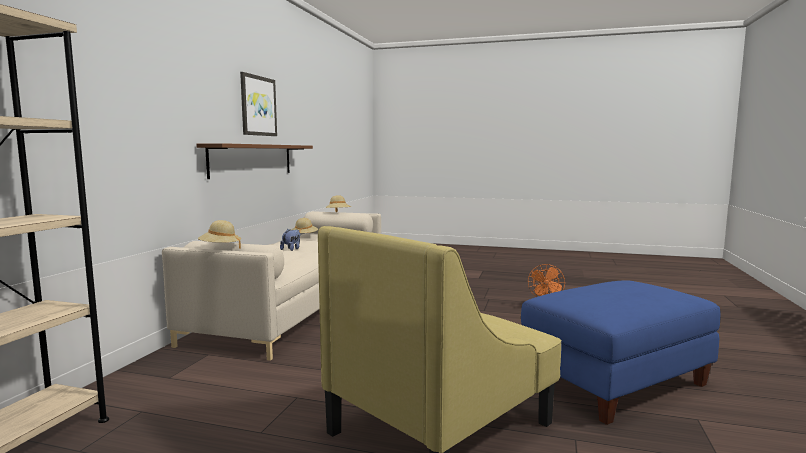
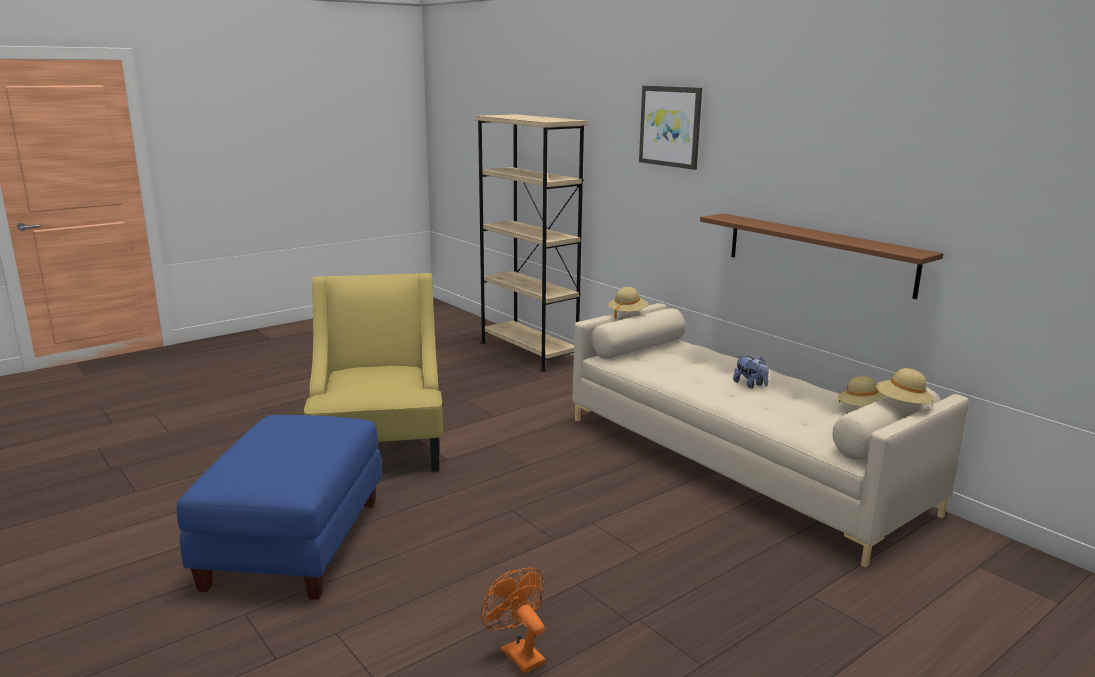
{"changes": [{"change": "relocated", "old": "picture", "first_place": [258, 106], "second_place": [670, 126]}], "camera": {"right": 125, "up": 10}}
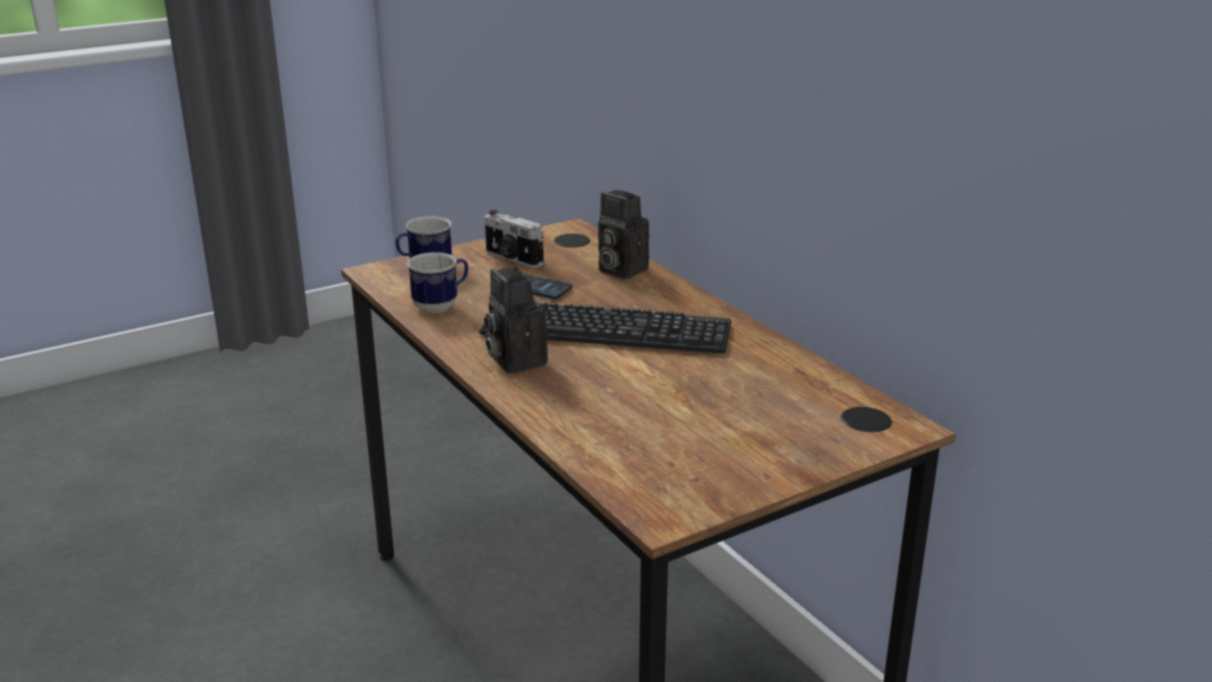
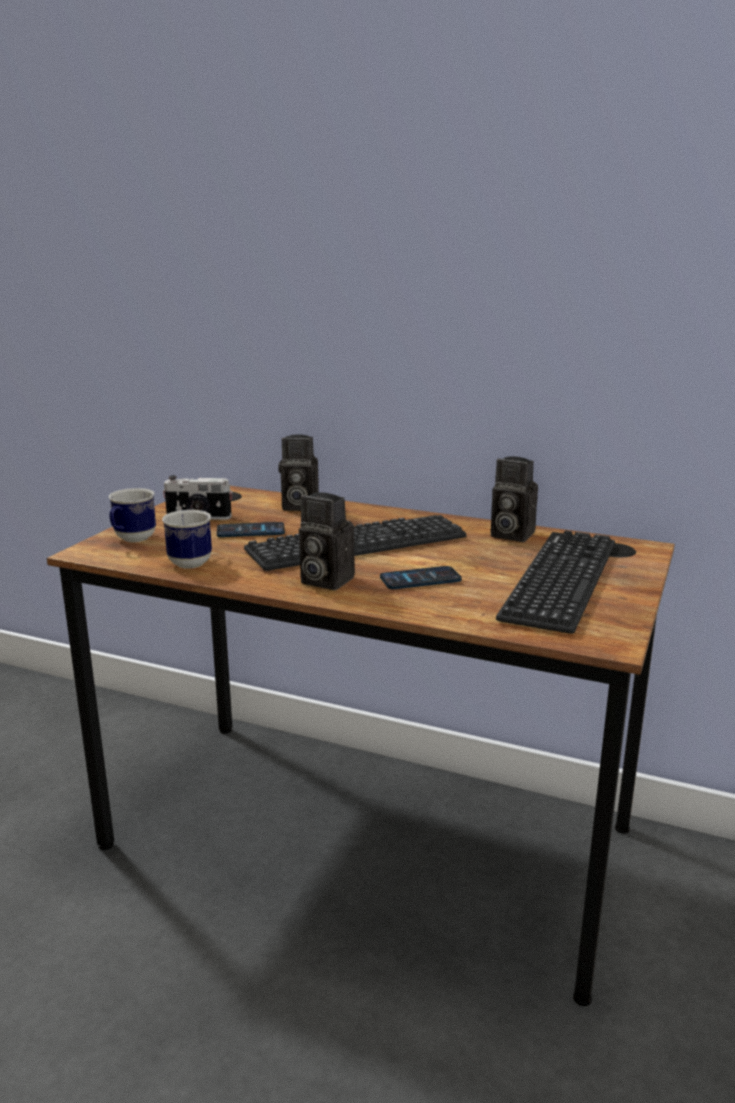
{"changes": [{"change": "appeared", "new": "telephone", "second_place": [420, 579]}, {"change": "appeared", "new": "still_camera", "second_place": [509, 534]}, {"change": "appeared", "new": "keyboard", "second_place": [561, 580]}], "camera": {"right": -35, "up": -5}}
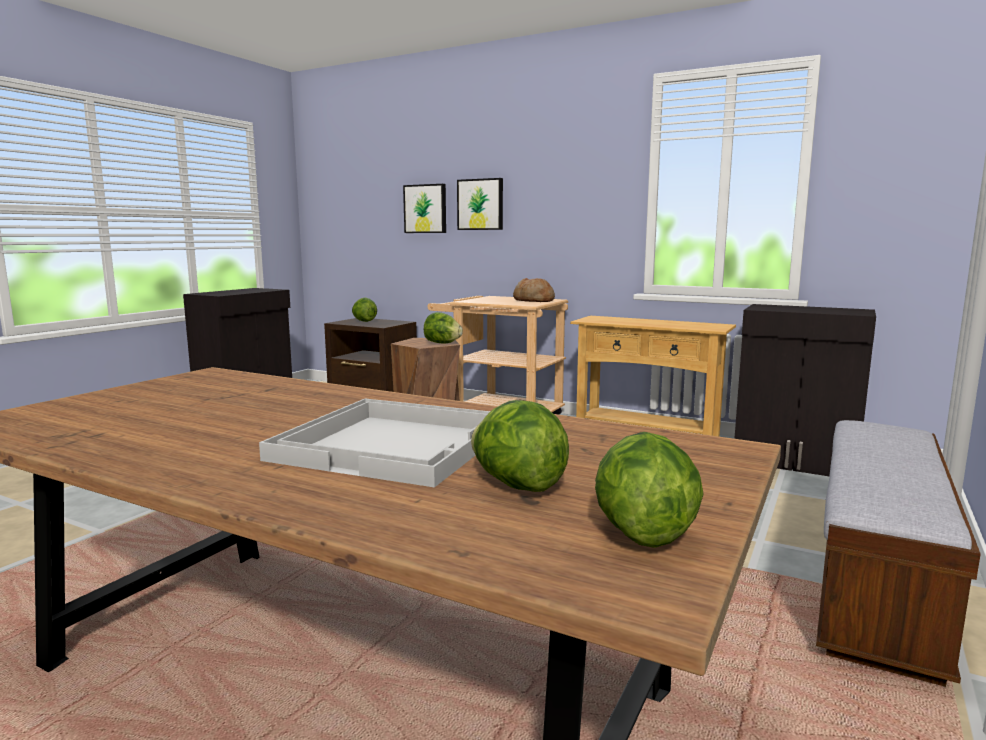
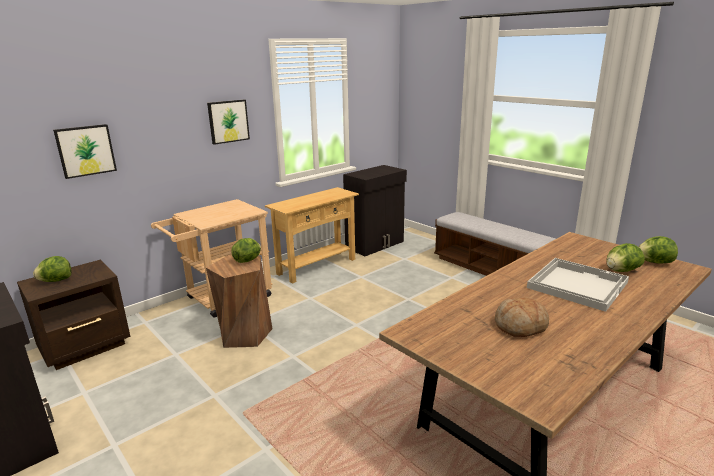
{"changes": [{"change": "relocated", "old": "picture", "first_place": [481, 204], "second_place": [228, 121]}, {"change": "relocated", "old": "bread", "first_place": [533, 300], "second_place": [521, 326]}], "camera": {"right": -70, "up": 10}}
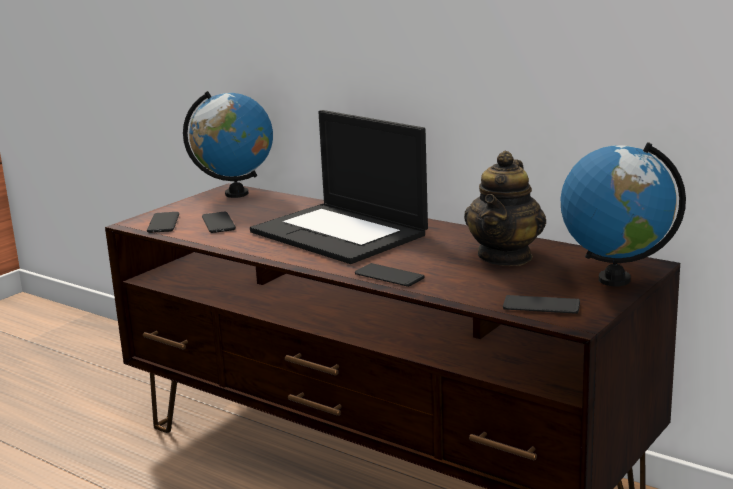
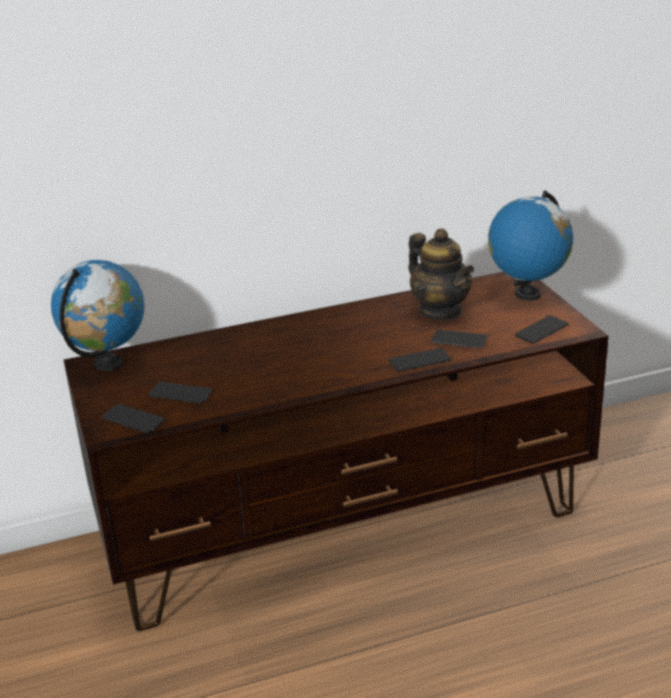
{"changes": [{"change": "missing", "old": "notebook_computer", "first_place": [341, 233]}, {"change": "appeared", "new": "telephone", "second_place": [459, 340]}], "camera": {"right": -55, "up": 10}}
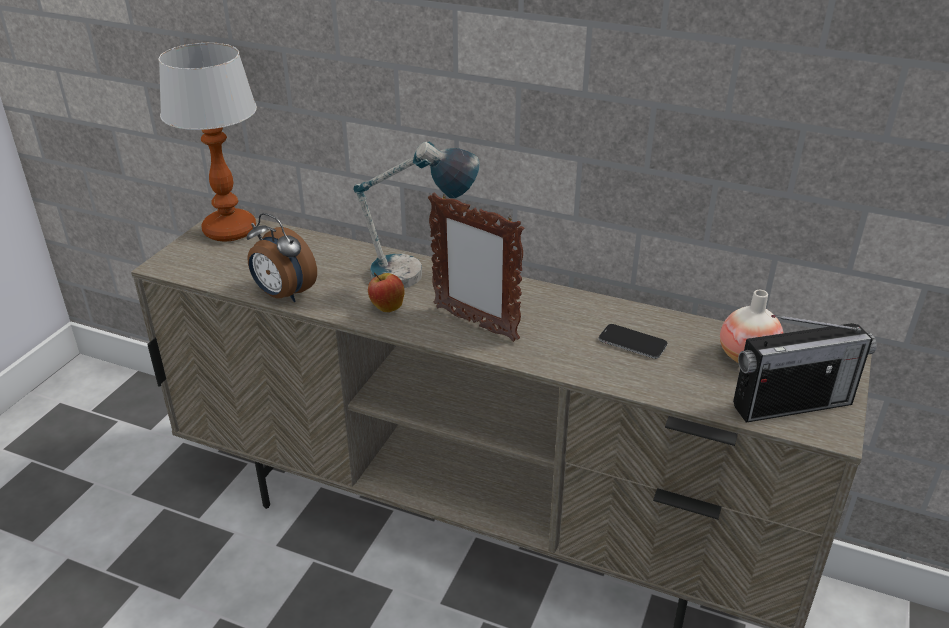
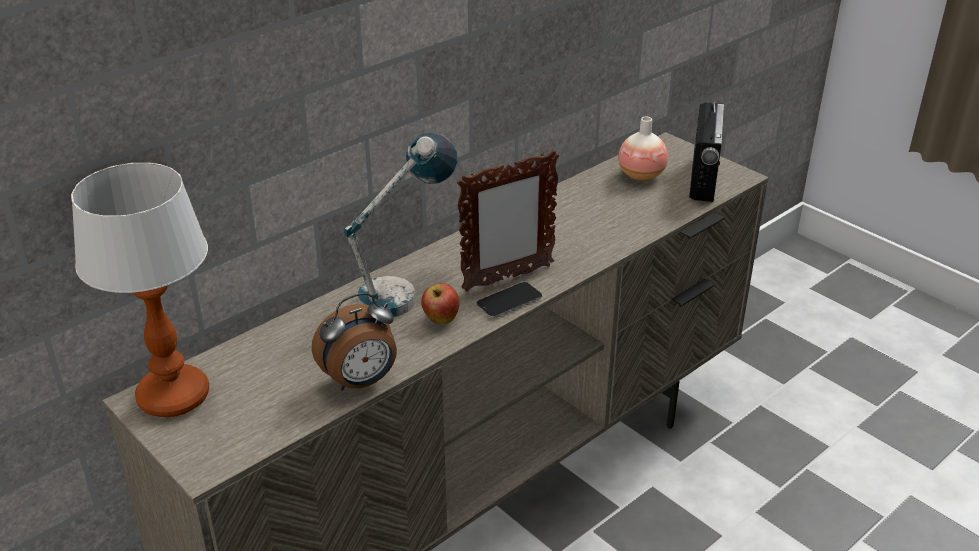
{"changes": [{"change": "relocated", "old": "telephone", "first_place": [632, 342], "second_place": [509, 301]}], "camera": {"right": -65, "up": 0}}
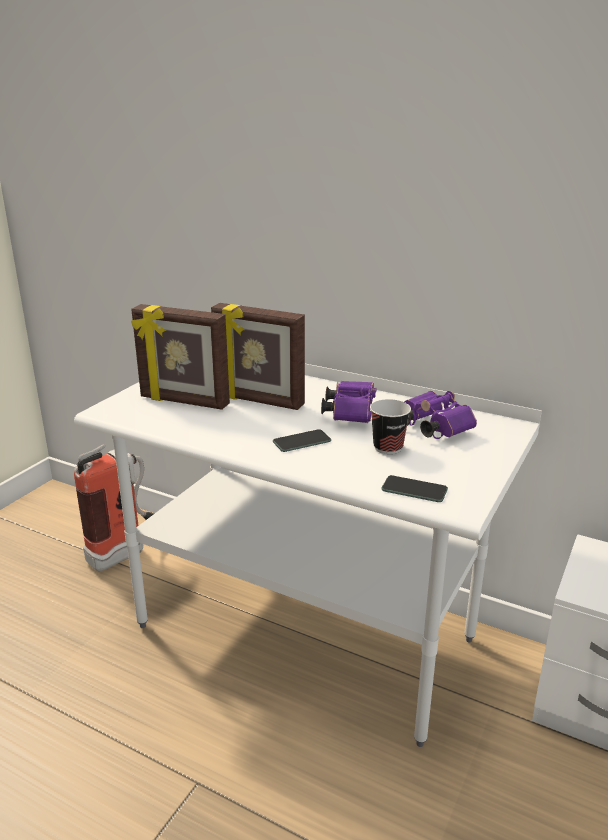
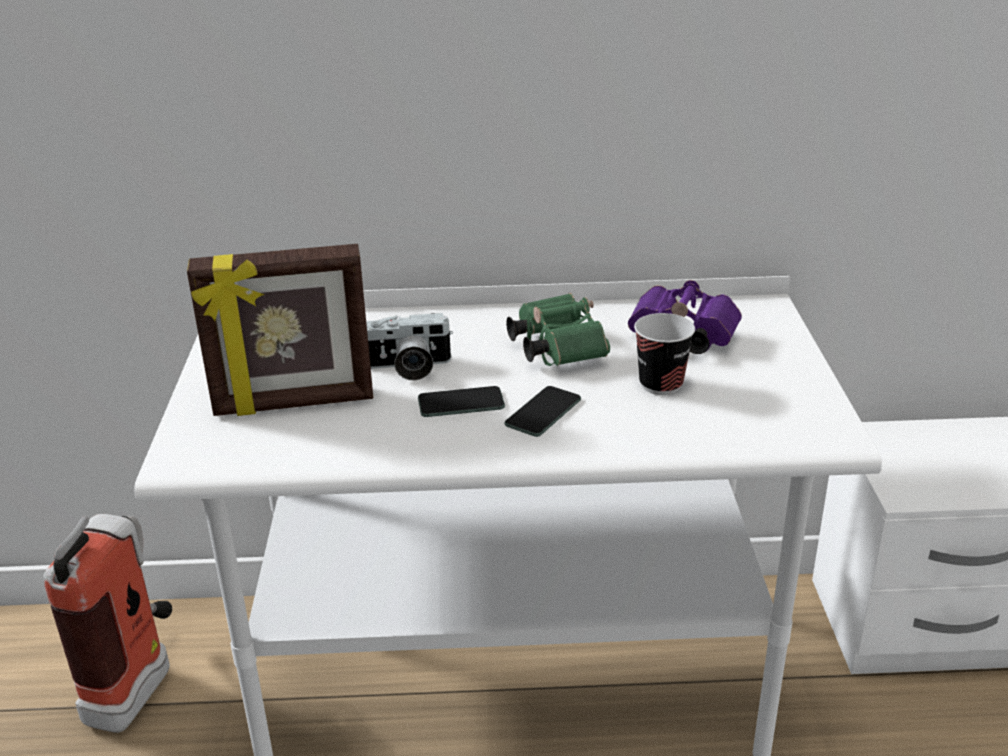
{"changes": [{"change": "relocated", "old": "telephone", "first_place": [414, 490], "second_place": [461, 403]}, {"change": "exchanged", "old": "standing_frame", "new": "still_camera", "first_place": [258, 401], "second_place": [407, 368]}, {"change": "colour", "old": "purple-coloured_field_glasses", "new": "green-coloured_field_glasses", "first_place": [350, 413], "second_place": [555, 348]}], "camera": {"right": -30, "up": 5}}
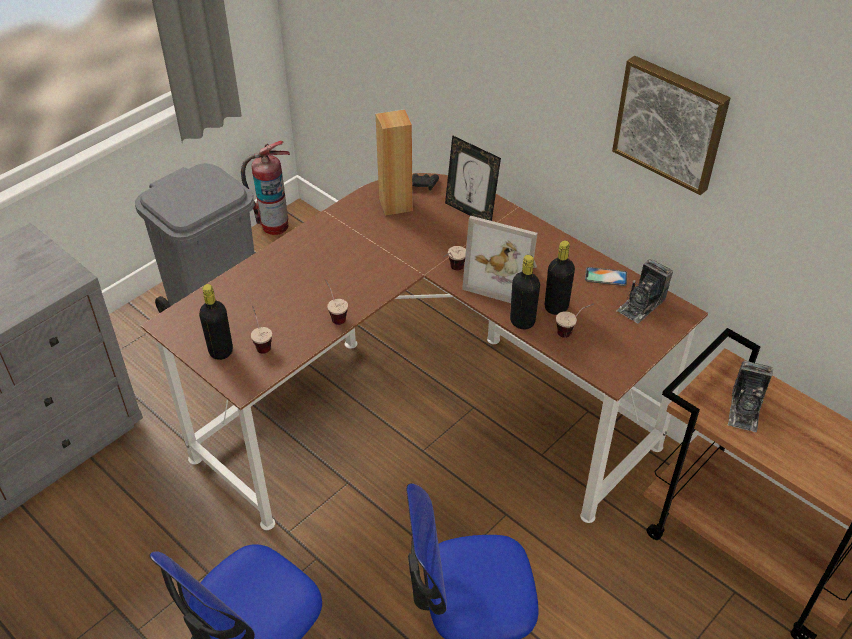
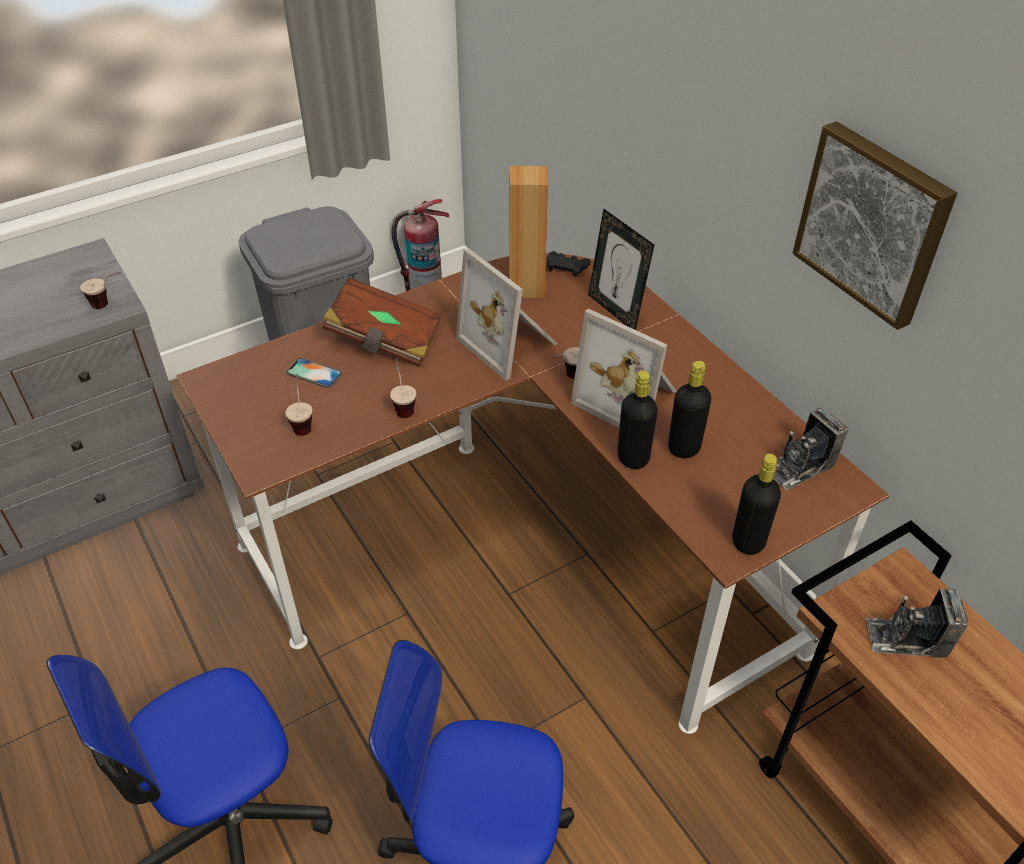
{"changes": [{"change": "appeared", "new": "brown_book", "second_place": [385, 340]}, {"change": "appeared", "new": "standing_frame", "second_place": [511, 343]}, {"change": "relocated", "old": "blackish_drink_bottle", "first_place": [221, 351], "second_place": [748, 541]}, {"change": "relocated", "old": "drinking_cup", "first_place": [572, 331], "second_place": [109, 304]}, {"change": "relocated", "old": "telephone", "first_place": [606, 277], "second_place": [314, 373]}, {"change": "spun", "old": "still_camera", "first_place": [745, 409], "second_place": [907, 638], "degrees": 60}], "camera": {"right": 15, "up": 0}}
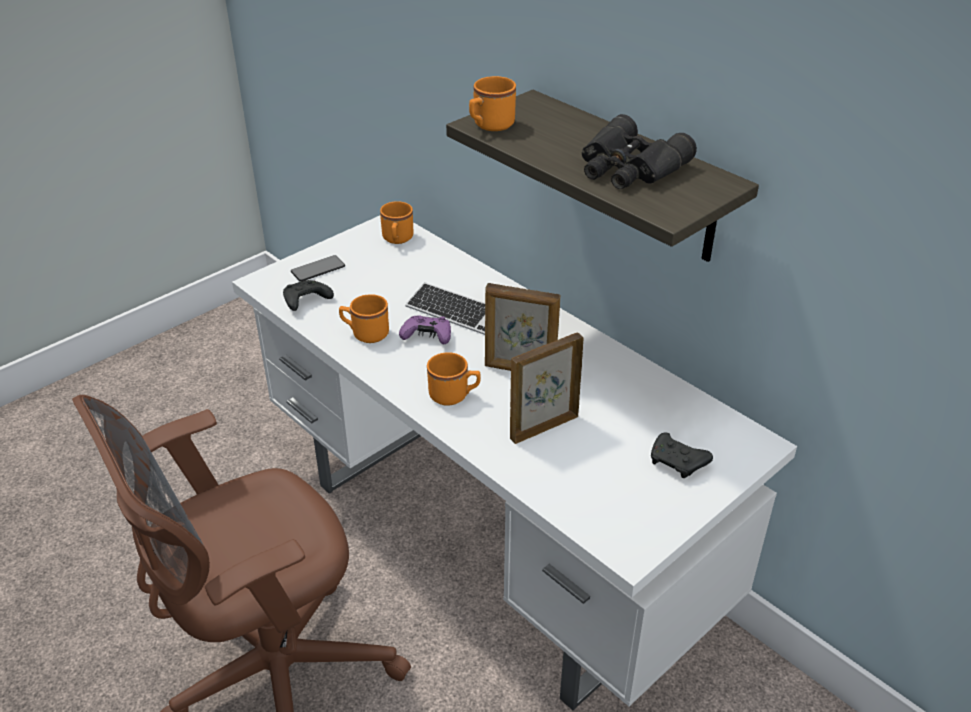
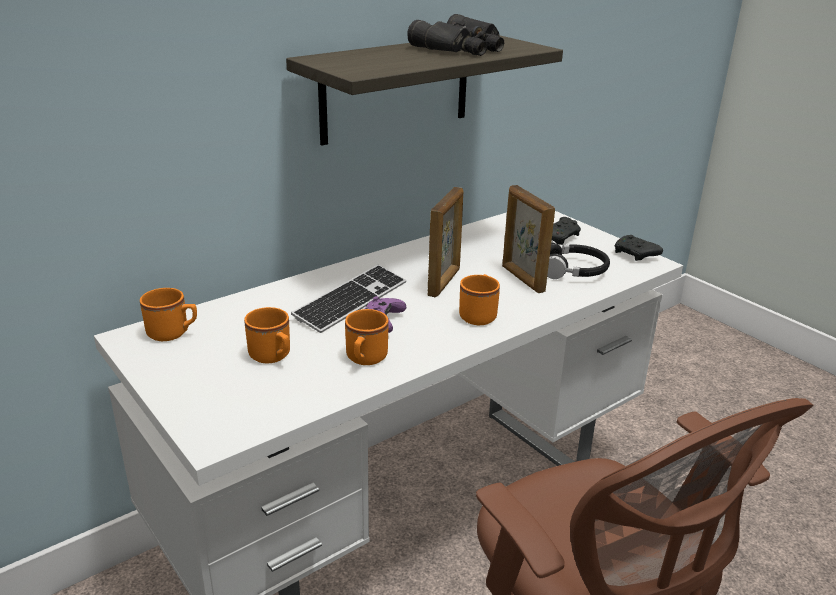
{"changes": [{"change": "missing", "old": "telephone", "first_place": [318, 269]}, {"change": "appeared", "new": "blackish_headphones", "second_place": [573, 271]}, {"change": "relocated", "old": "blackish_game_controller", "first_place": [305, 302], "second_place": [635, 255]}, {"change": "relocated", "old": "orangey_coffee_mug", "first_place": [489, 126], "second_place": [273, 357]}], "camera": {"right": -85, "up": -10}}
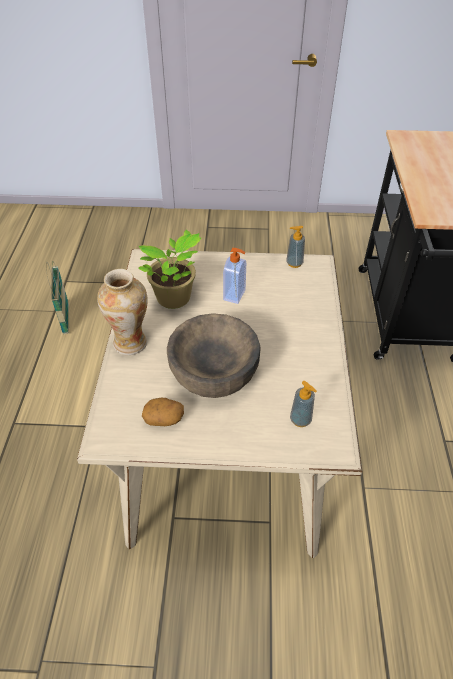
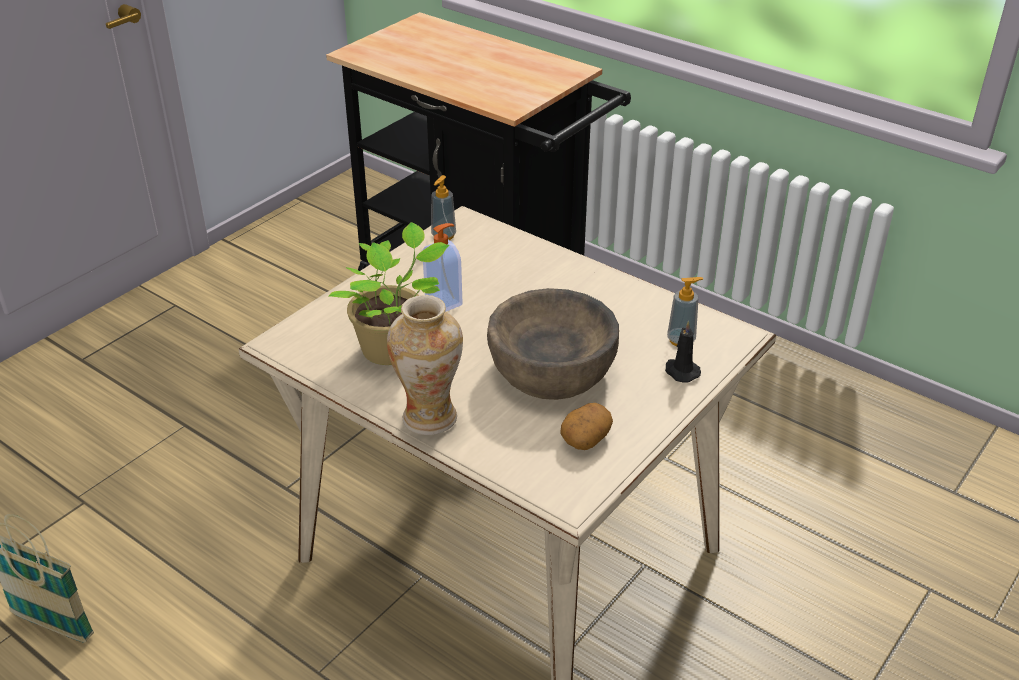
{"changes": [{"change": "appeared", "new": "blackish_wax_light", "second_place": [681, 371]}], "camera": {"right": -55, "up": -10}}
